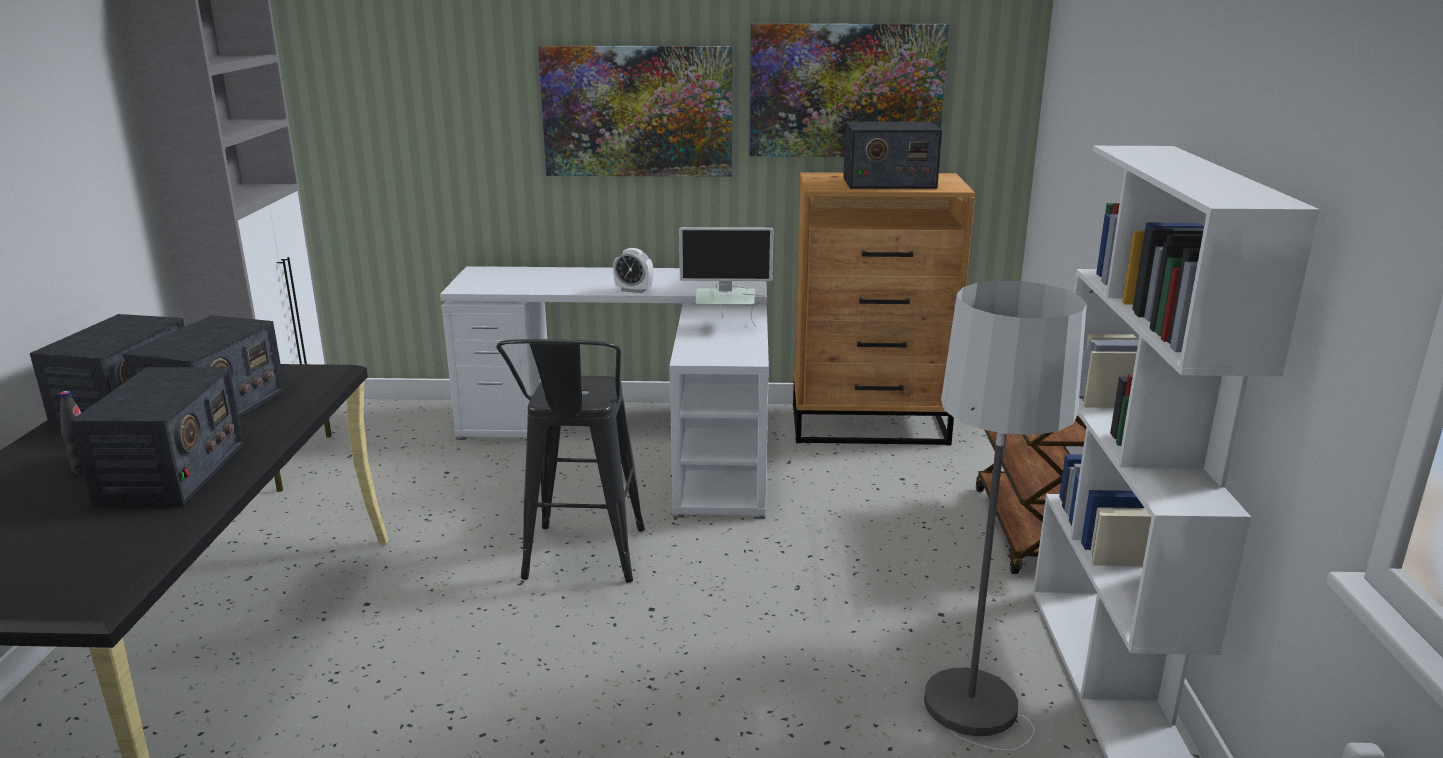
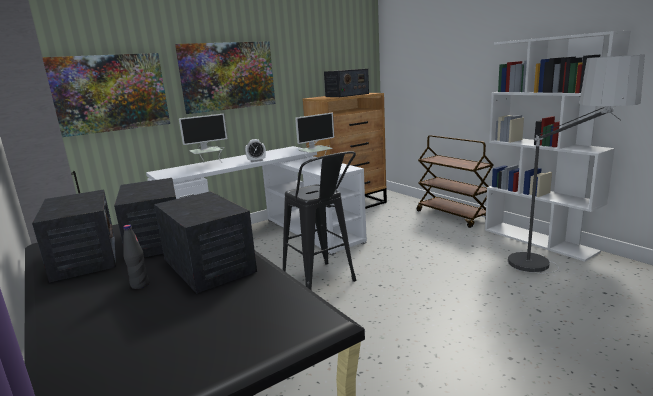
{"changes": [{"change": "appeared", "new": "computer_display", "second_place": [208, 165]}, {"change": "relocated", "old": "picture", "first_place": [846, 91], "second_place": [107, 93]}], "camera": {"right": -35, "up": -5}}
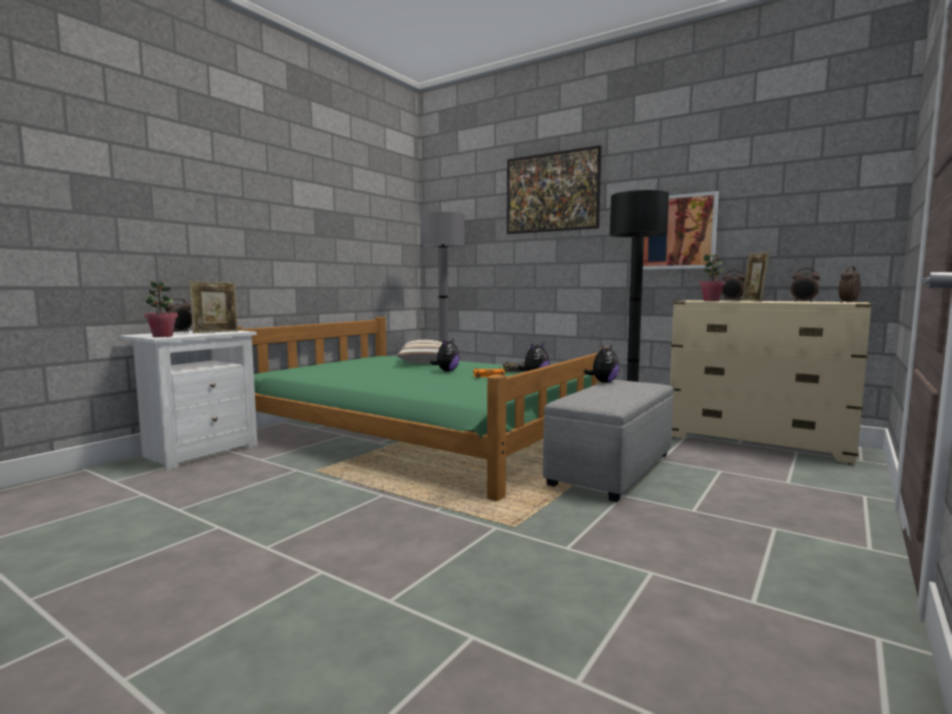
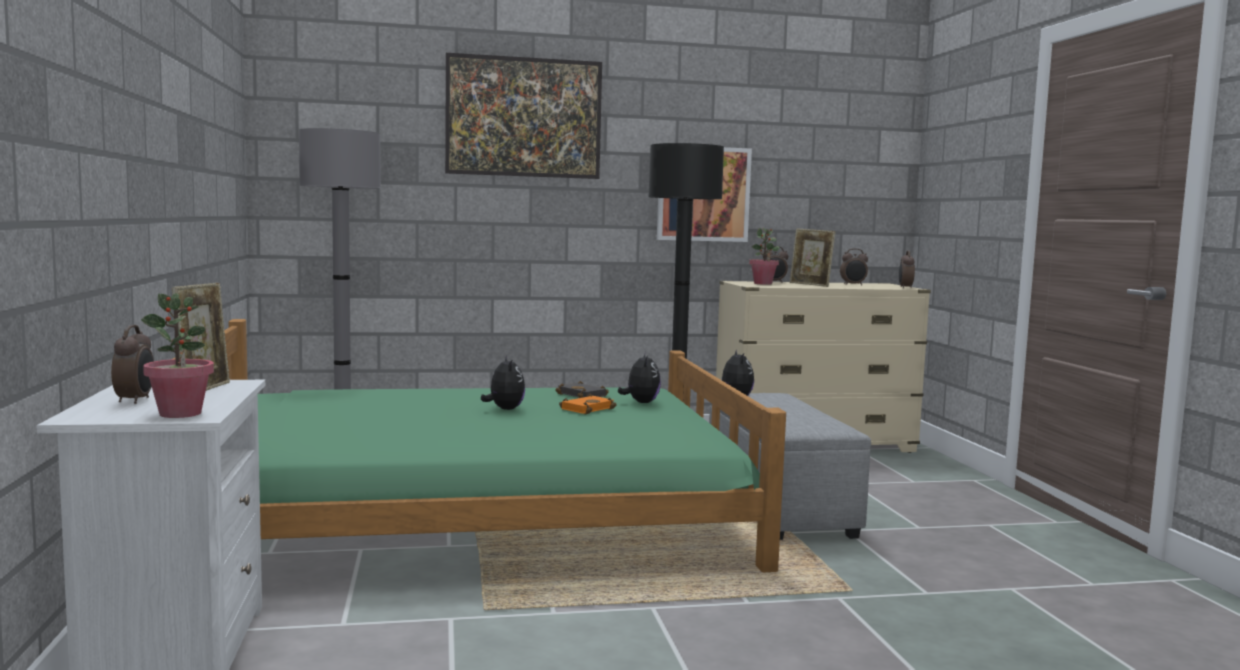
{"changes": [{"change": "missing", "old": "pillow", "first_place": [426, 363]}], "camera": {"right": -45, "up": 0}}
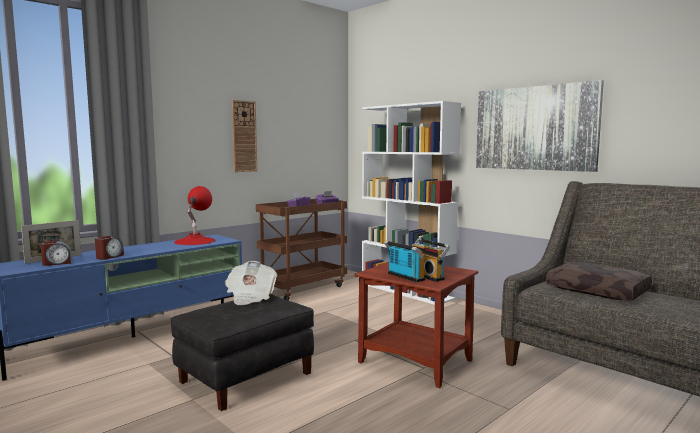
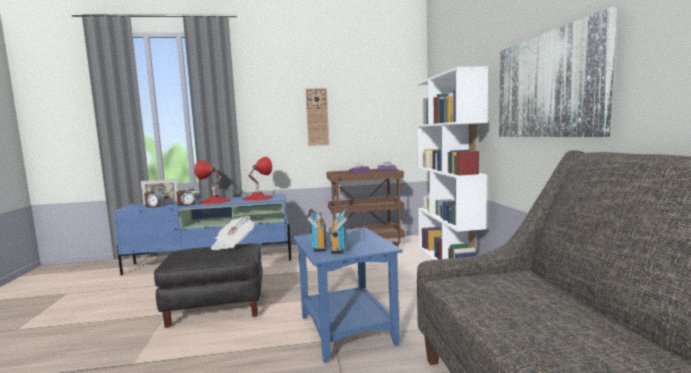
{"changes": [{"change": "missing", "old": "brown_pillow", "first_place": [598, 291]}, {"change": "appeared", "new": "reddish_tabletop_lamp", "second_place": [215, 201]}, {"change": "colour", "old": "brown_accent_table", "new": "bluish_accent_table", "first_place": [416, 361], "second_place": [348, 330]}], "camera": {"right": 35, "up": 0}}
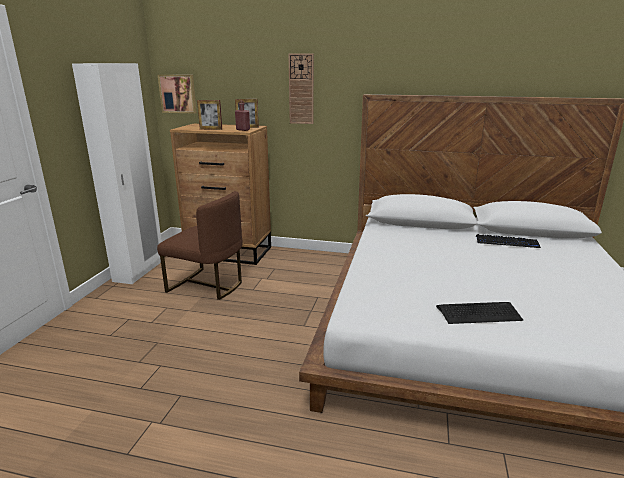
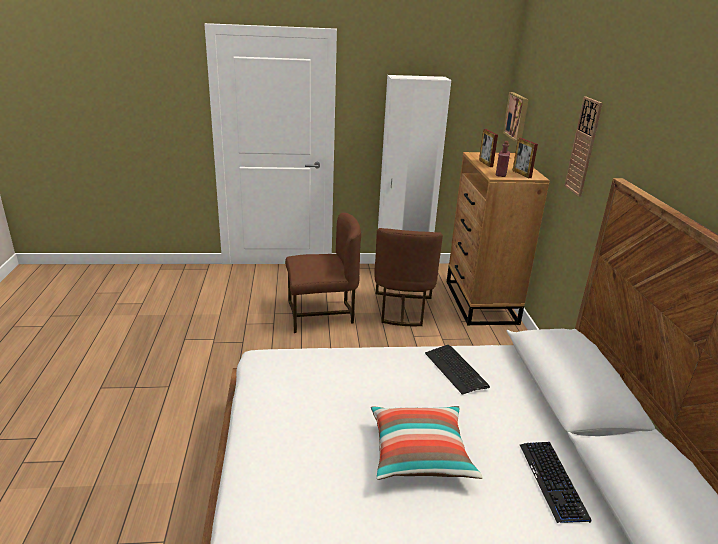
{"changes": [{"change": "appeared", "new": "brown_chair", "second_place": [321, 315]}, {"change": "appeared", "new": "pillow", "second_place": [419, 454]}, {"change": "relocated", "old": "keyboard", "first_place": [478, 313], "second_place": [456, 369]}], "camera": {"right": 70, "up": 5}}
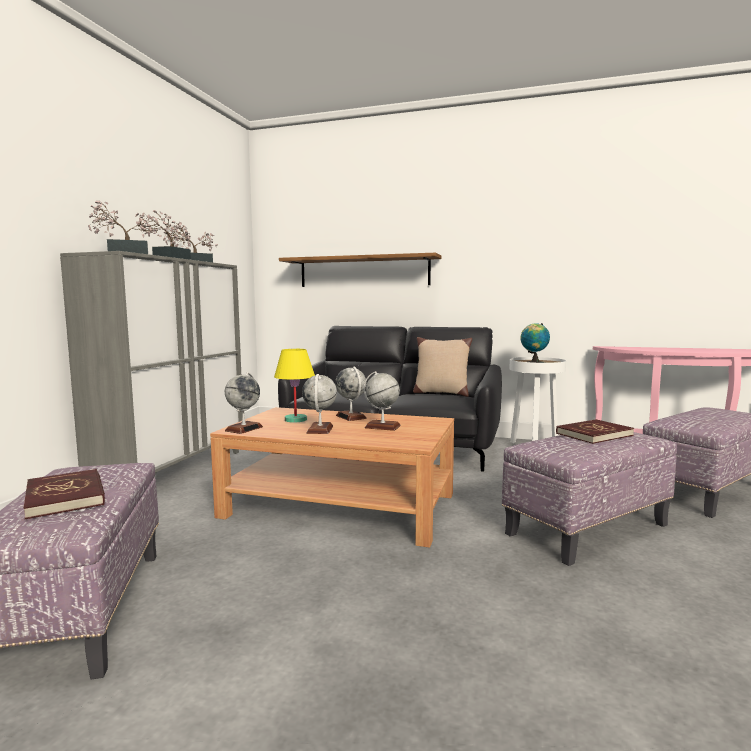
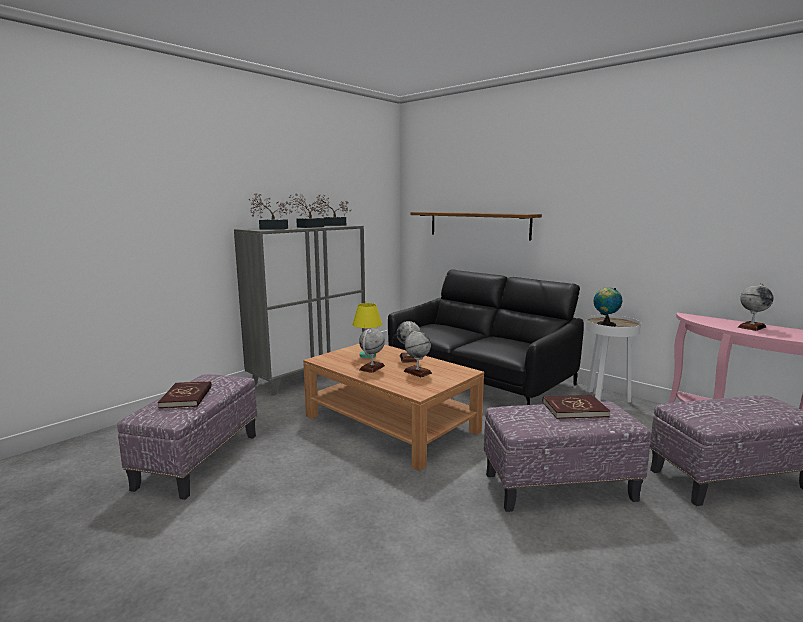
{"changes": [{"change": "missing", "old": "beige_pillow", "first_place": [441, 393]}, {"change": "relocated", "old": "desk_globe", "first_place": [244, 429], "second_place": [751, 327]}], "camera": {"right": 25, "up": 5}}
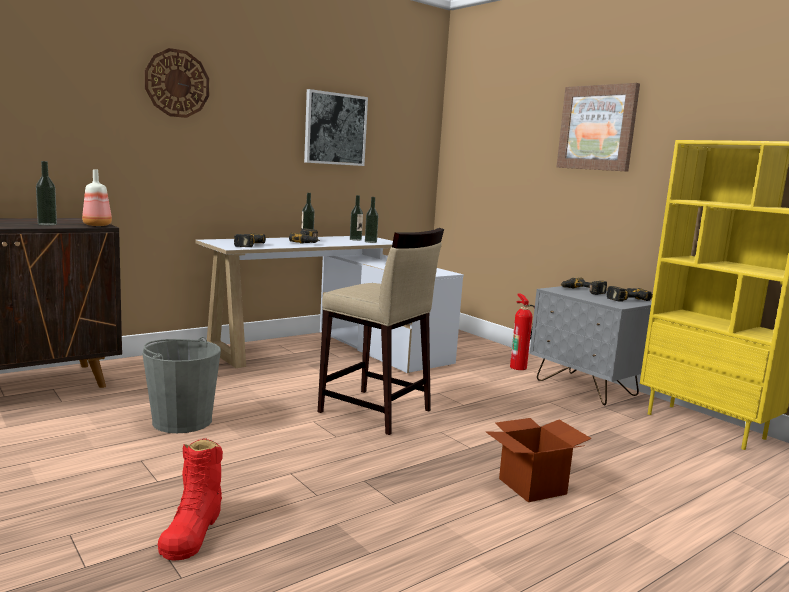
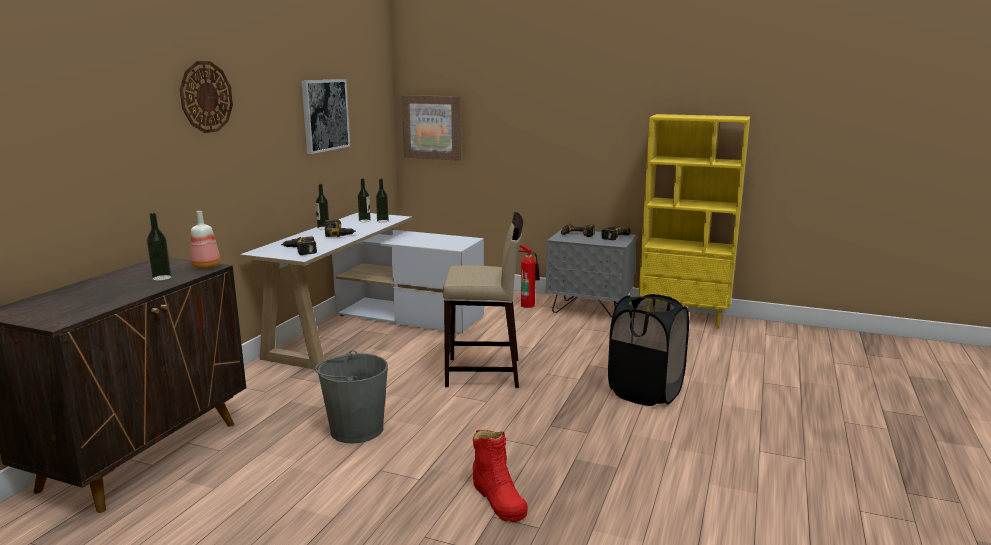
{"changes": [{"change": "relocated", "old": "picture", "first_place": [597, 128], "second_place": [432, 127]}, {"change": "exchanged", "old": "packing_box", "new": "blackish_hamper", "first_place": [532, 486], "second_place": [645, 392]}], "camera": {"right": -30, "up": 5}}
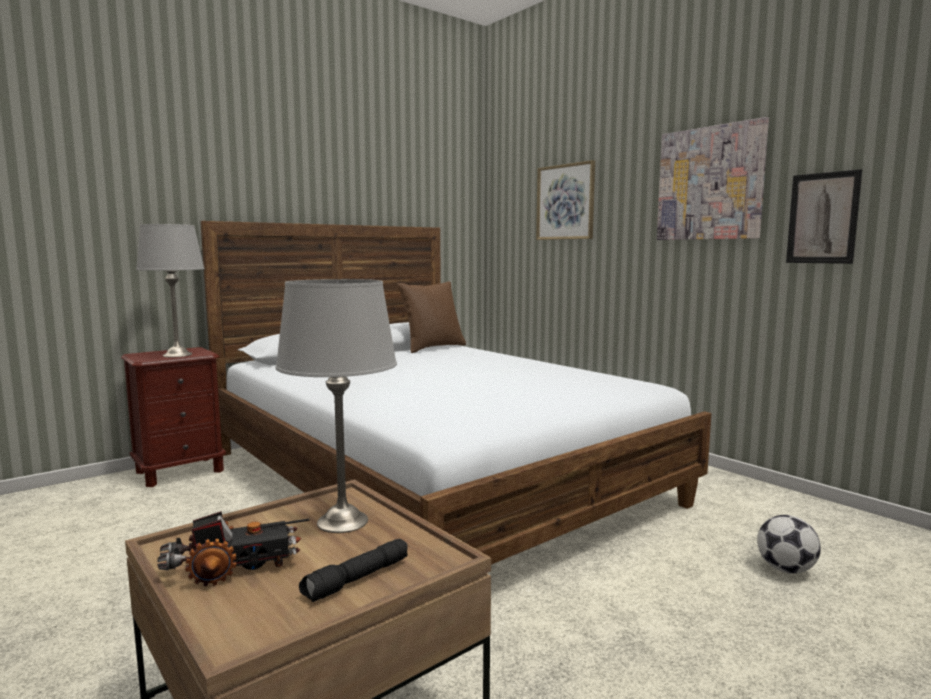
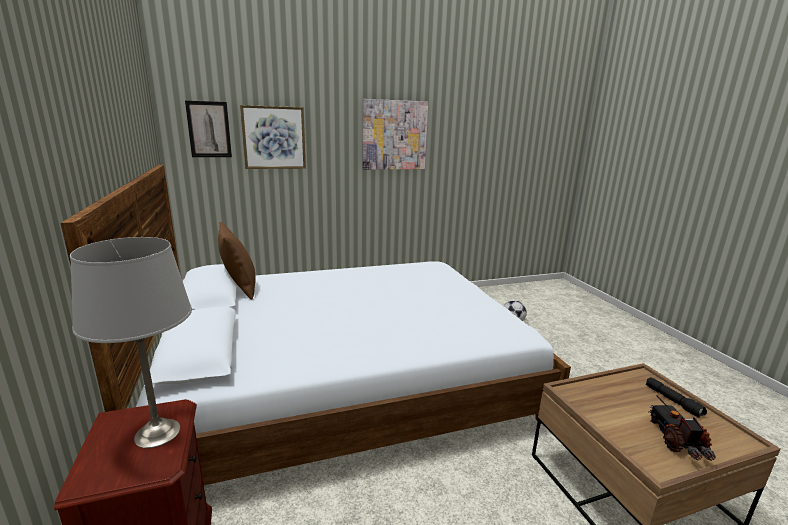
{"changes": [{"change": "missing", "old": "greyish_tabletop_lamp", "first_place": [343, 521]}, {"change": "relocated", "old": "picture", "first_place": [822, 218], "second_place": [209, 129]}], "camera": {"right": -70, "up": 10}}
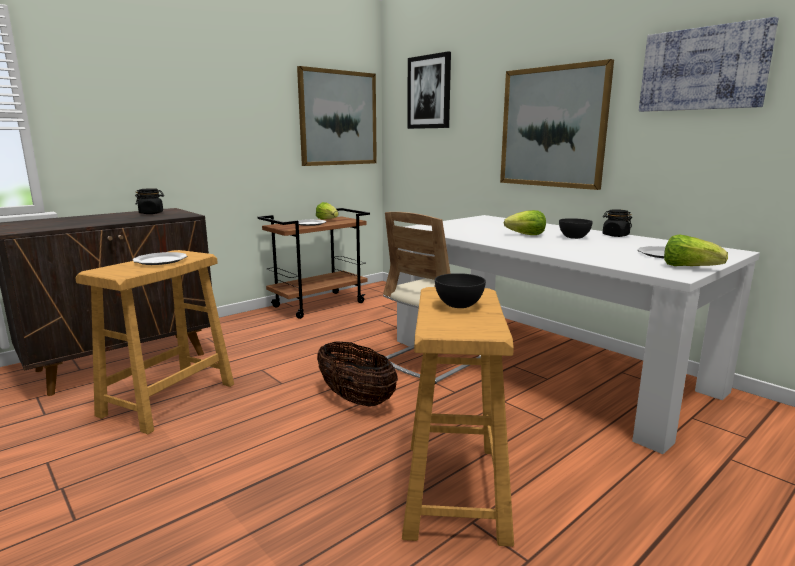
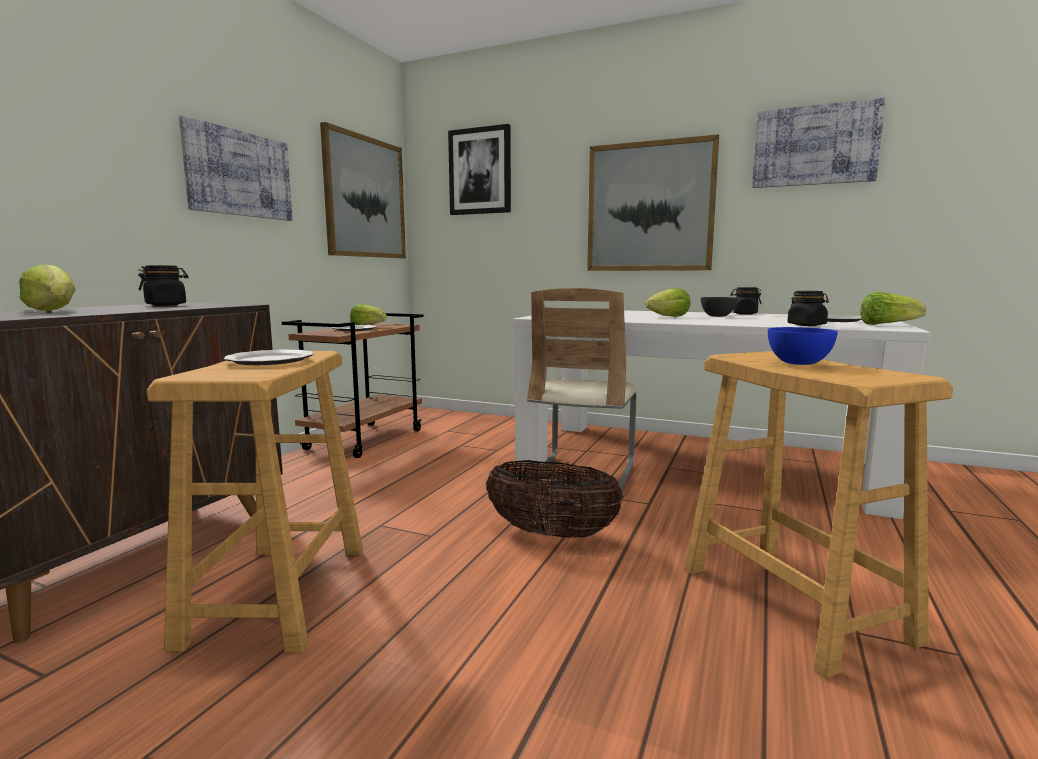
{"changes": [{"change": "appeared", "new": "lettuce", "second_place": [53, 311]}, {"change": "appeared", "new": "picture", "second_place": [239, 174]}, {"change": "appeared", "new": "blackish_storage_jar", "second_place": [806, 325]}, {"change": "colour", "old": "greyish_deep_dish", "new": "bluish_deep_dish", "first_place": [459, 305], "second_place": [799, 363]}], "camera": {"right": -25, "up": -5}}
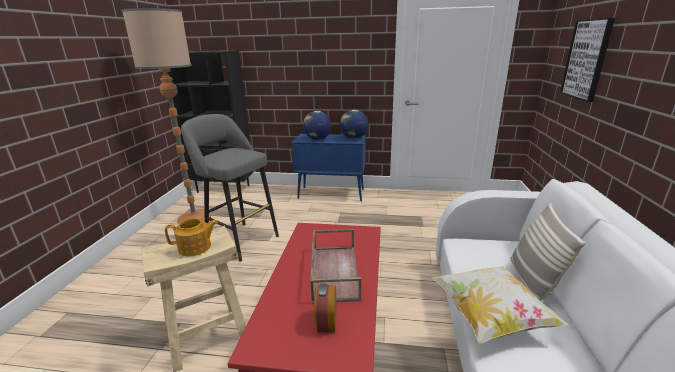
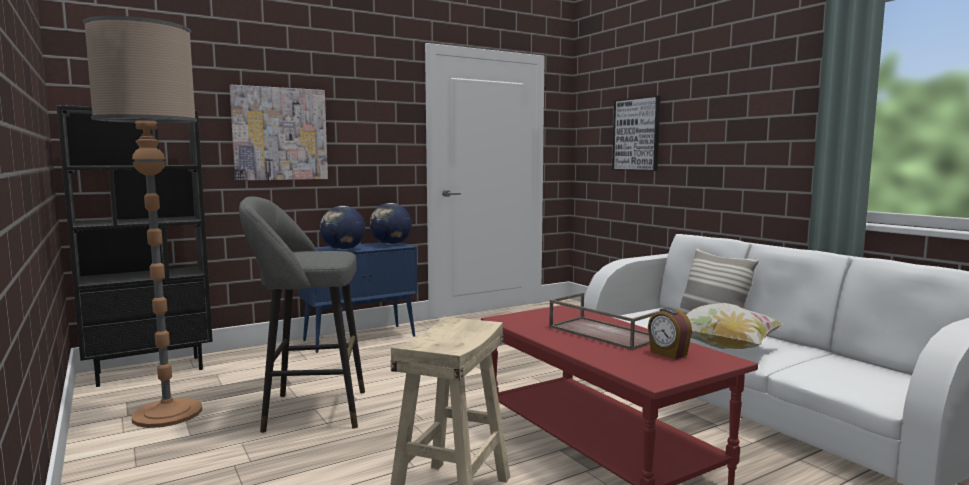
{"changes": [{"change": "missing", "old": "tea_pot", "first_place": [195, 248]}, {"change": "appeared", "new": "picture", "second_place": [280, 134]}], "camera": {"right": -40, "up": -15}}
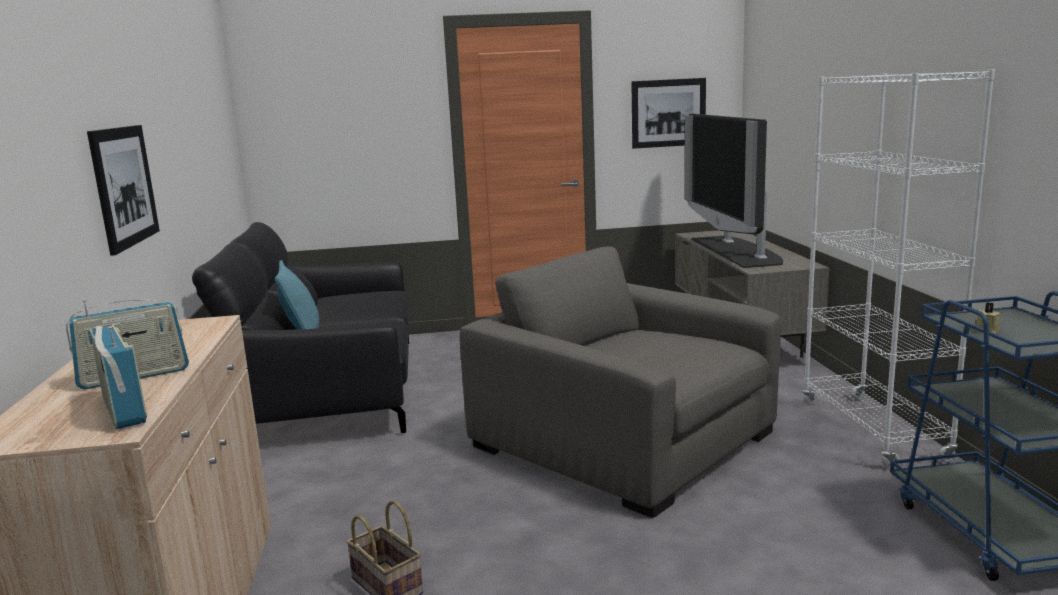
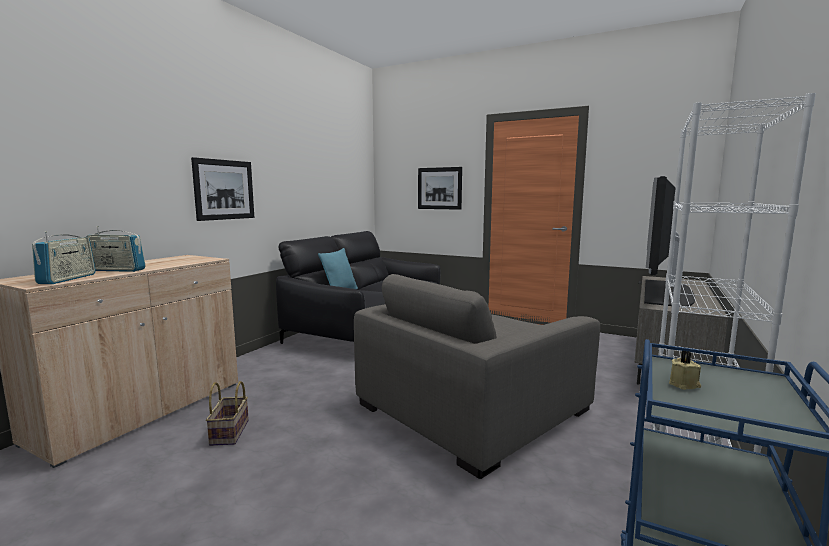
{"changes": [{"change": "relocated", "old": "picture", "first_place": [668, 113], "second_place": [439, 188]}, {"change": "spun", "old": "greyish_armchair", "first_place": [625, 439], "second_place": [473, 405], "degrees": -120}], "camera": {"right": 35, "up": -5}}
